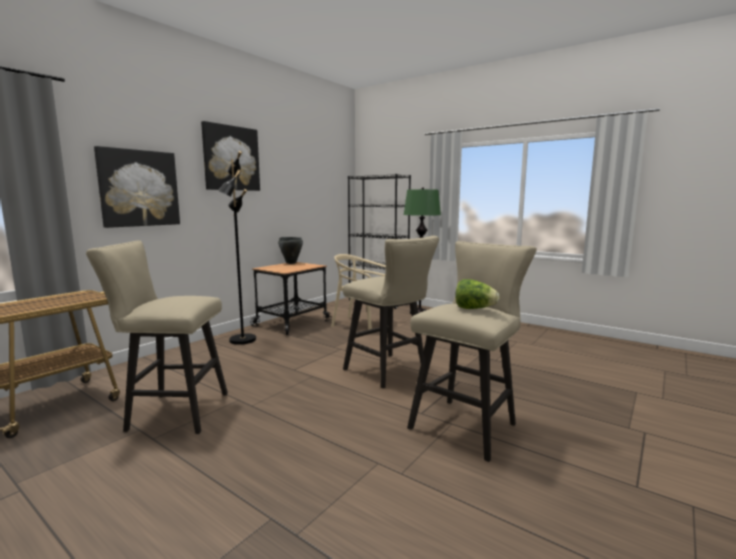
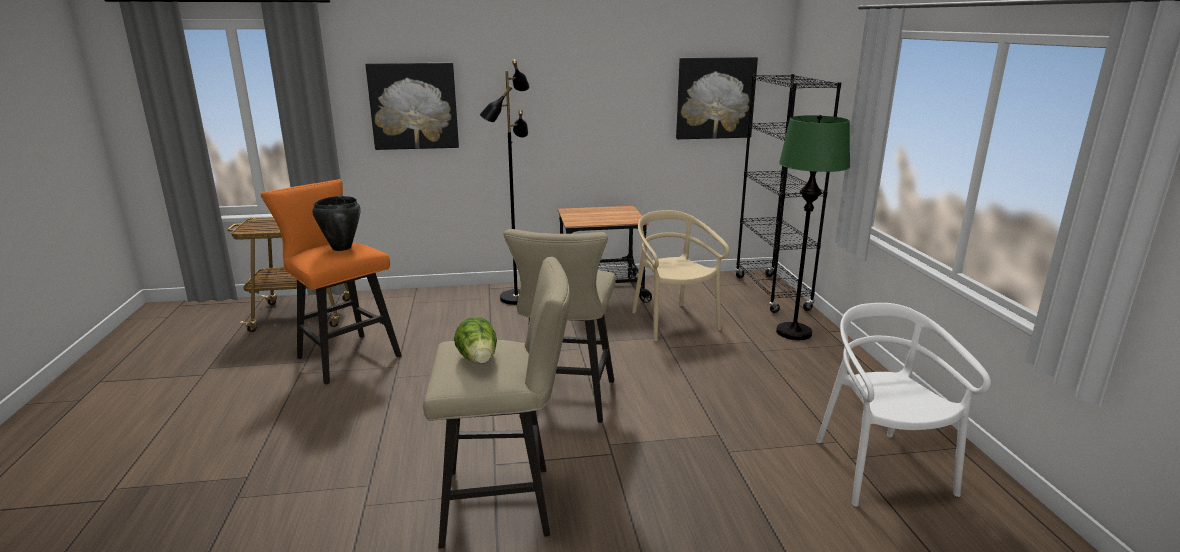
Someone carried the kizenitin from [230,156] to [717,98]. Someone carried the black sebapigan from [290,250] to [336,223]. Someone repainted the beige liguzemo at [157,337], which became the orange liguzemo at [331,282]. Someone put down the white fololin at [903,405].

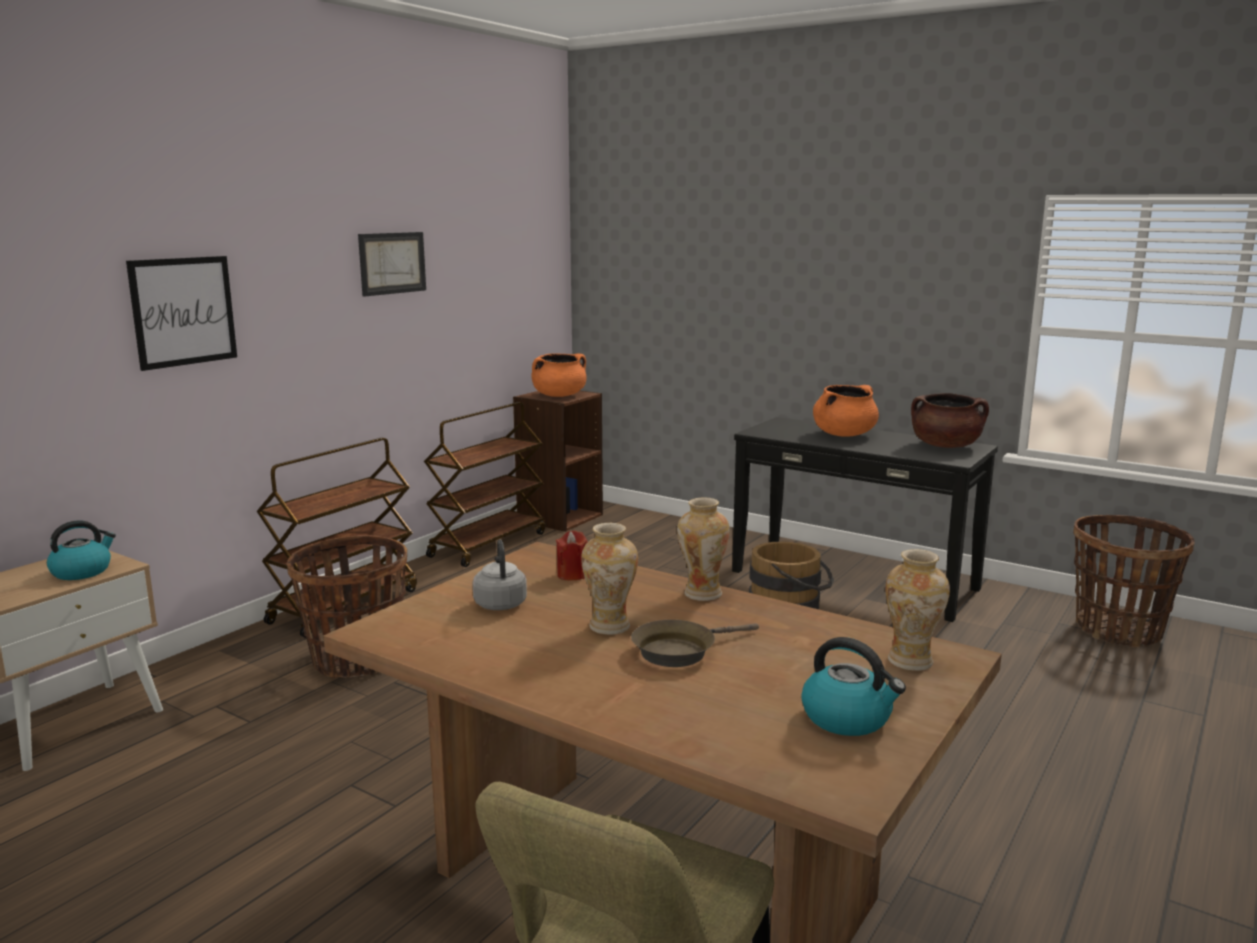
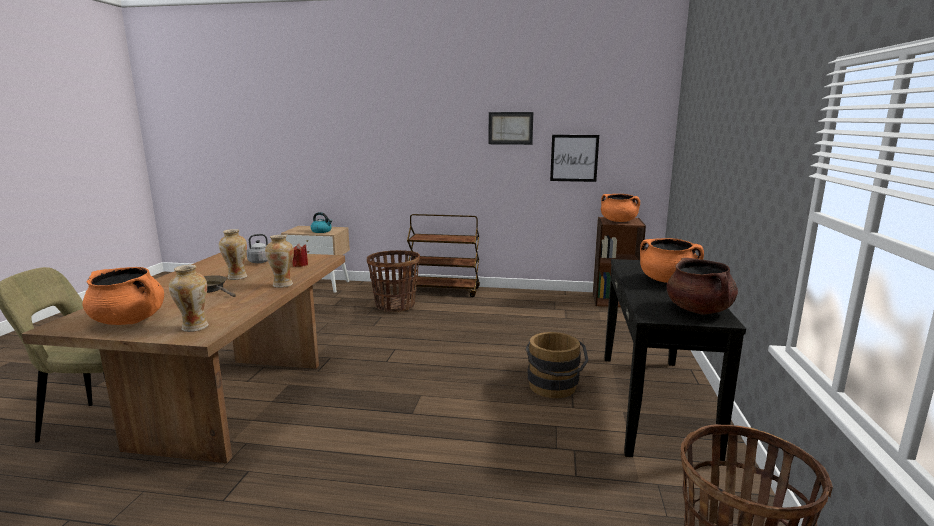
Someone carried the kizenitin from [181,313] to [574,158]. Someone took away the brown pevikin at [485,484]. Someone swapped the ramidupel at [853,686] for the orange sebapigan at [123,296].

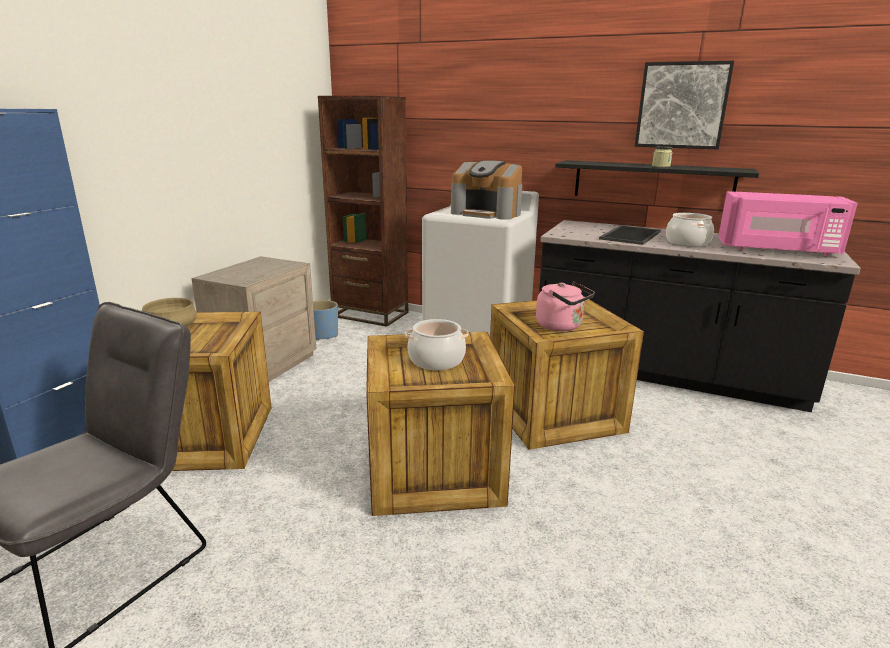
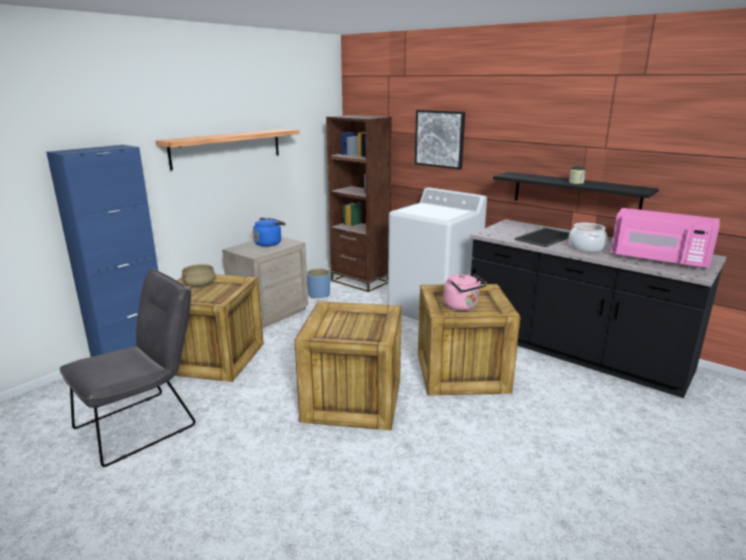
Someone carried the kizenitin from [684,105] to [440,140]. Someone took away the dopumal at [486,190]. Someone took away the sebapigan at [437,344]. Someone put up the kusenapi at [228,150]. Someone put down the blue ramidupel at [269,232].

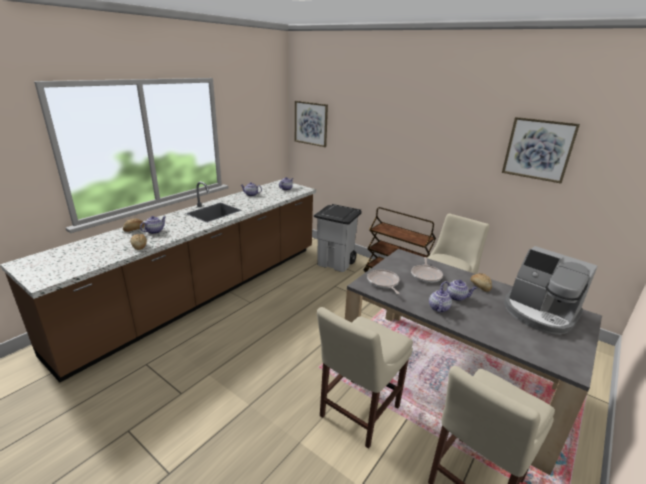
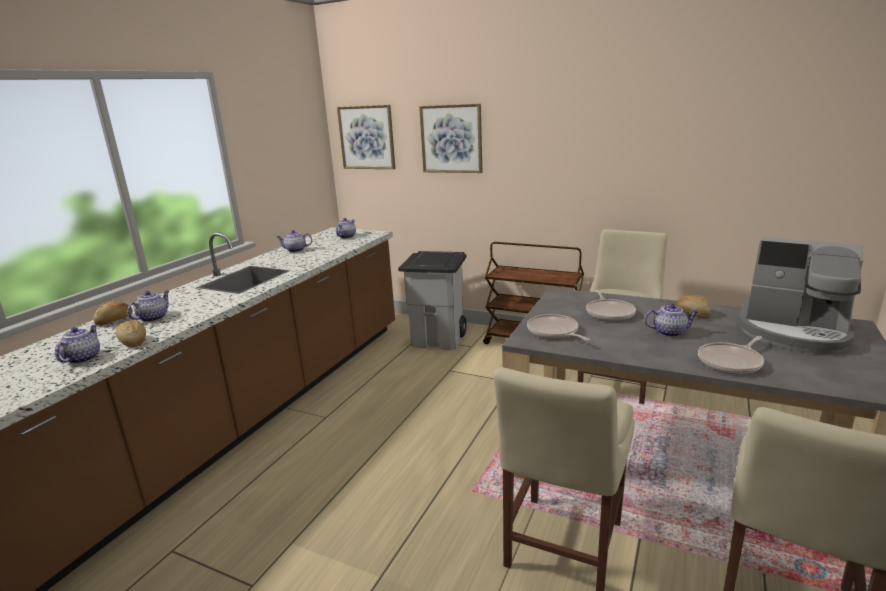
Someone carried the kizenitin from [541,150] to [450,138]. Someone carried the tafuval from [440,299] to [77,344]. Someone put down the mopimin at [731,355].

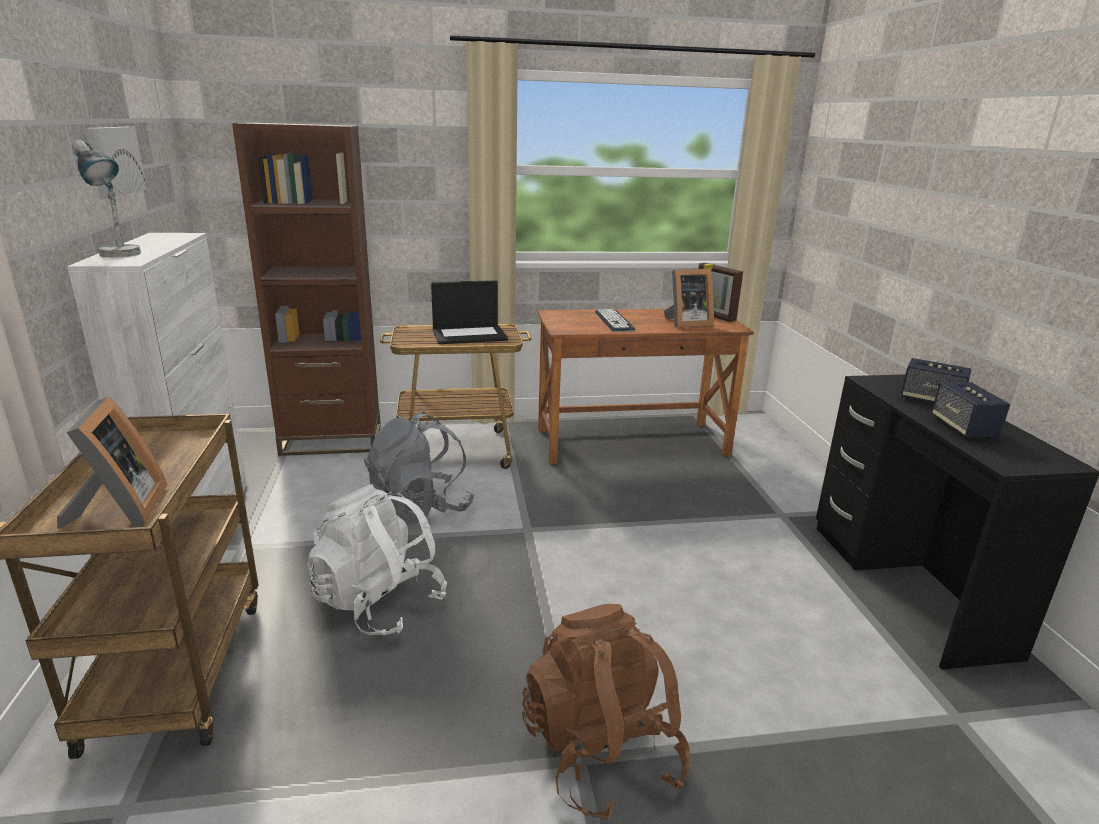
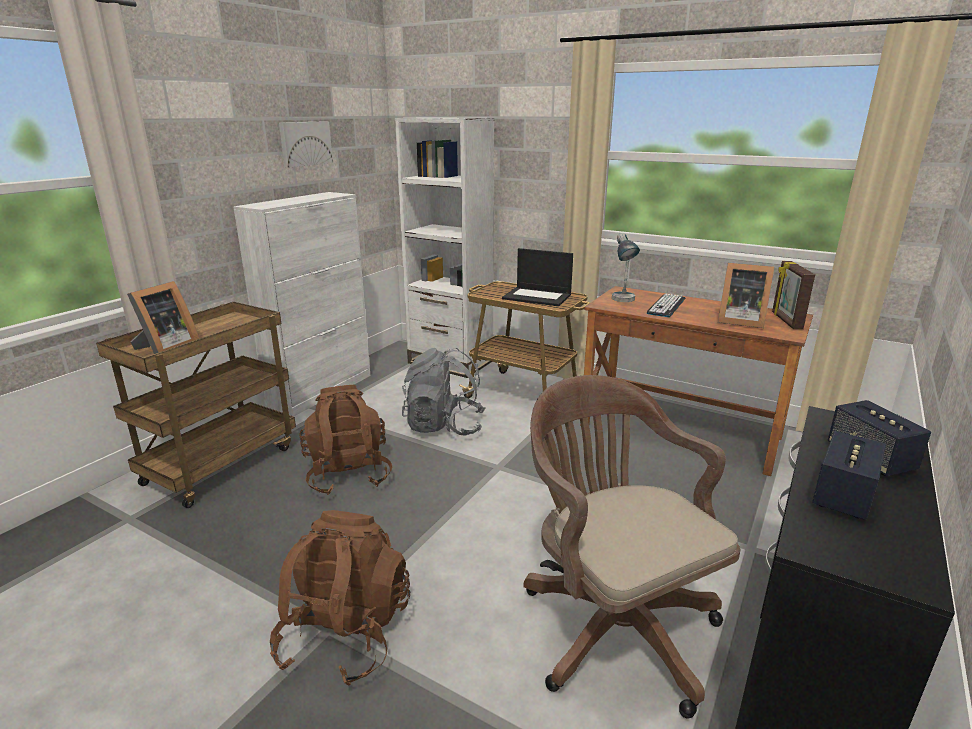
Someone repainted the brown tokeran at [306,289], which became the white tokeran at [444,247]. Someone carried the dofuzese from [106,199] to [626,267]. Someone repainted the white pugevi at [377,559], which became the brown pugevi at [345,440]. Someone put down the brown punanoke at [632,547].

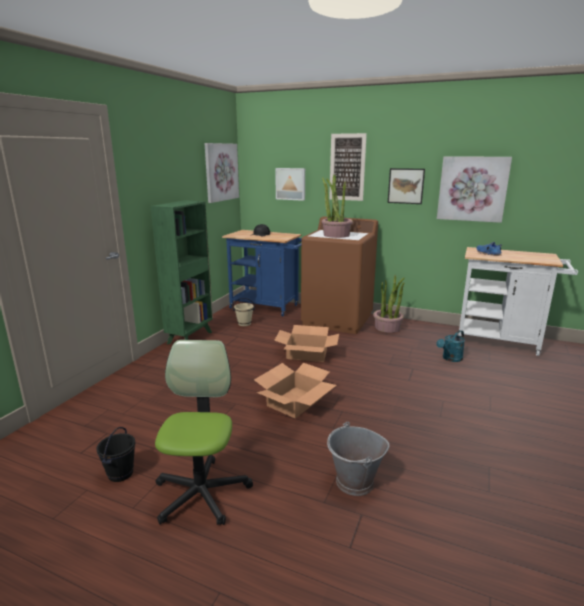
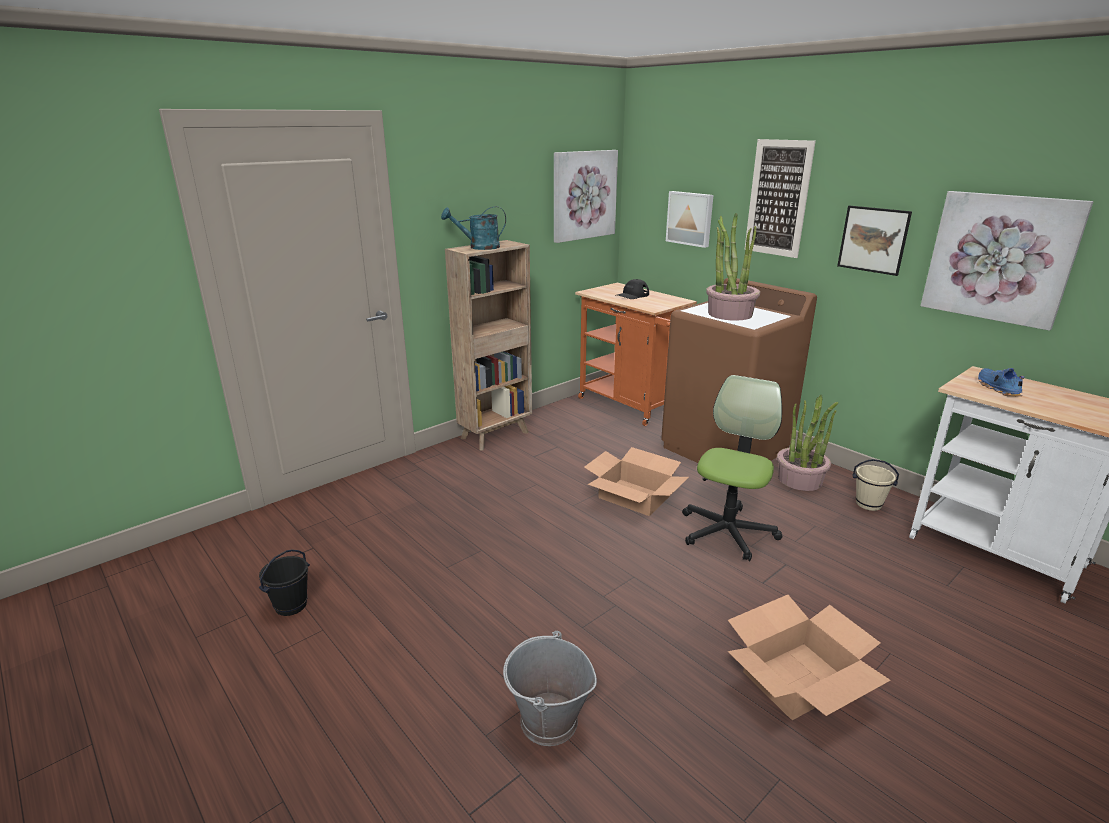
Someone repainted the green tokeran at [181,272], which became the brown tokeran at [488,345]. Someone repainted the blue pevikin at [262,273], which became the orange pevikin at [636,354]. Someone carried the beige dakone from [244,312] to [876,485]. Someone carried the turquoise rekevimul from [450,346] to [473,228]. Someone carried the punanoke from [204,432] to [732,468]. Someone carried the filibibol from [295,391] to [809,657].

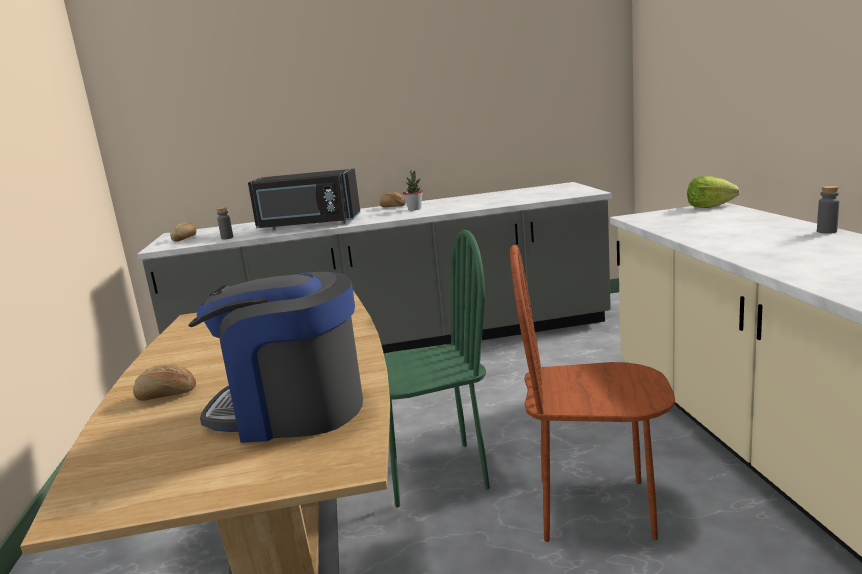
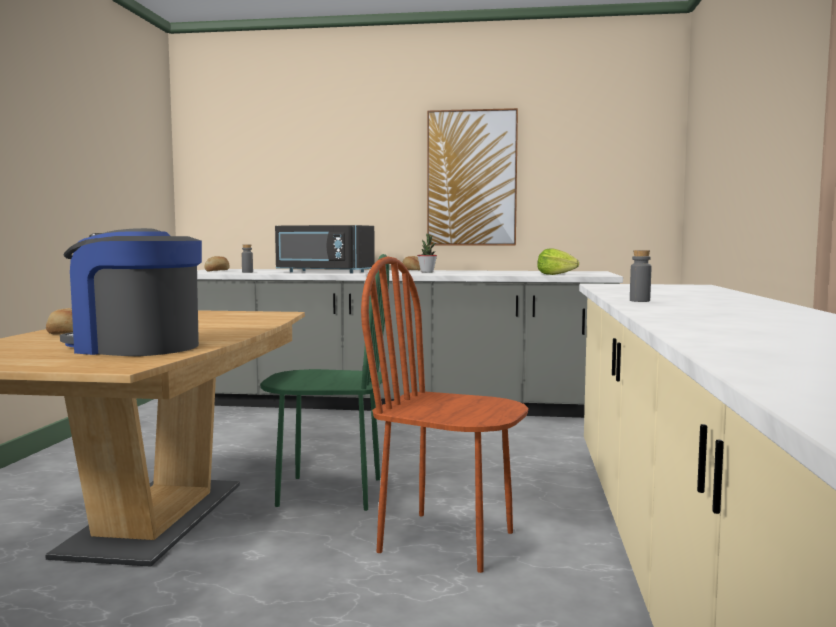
Someone carried the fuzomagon from [713,192] to [558,262]. Someone carried the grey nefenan from [828,210] to [640,276]. Someone put up the kizenitin at [472,177].

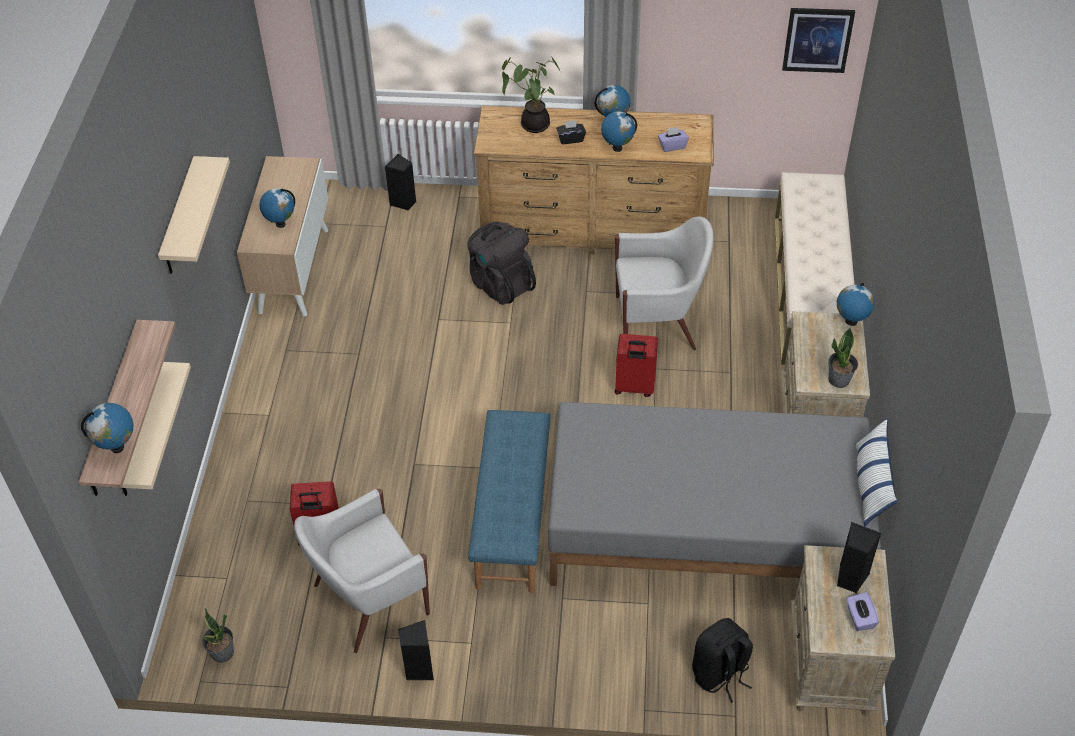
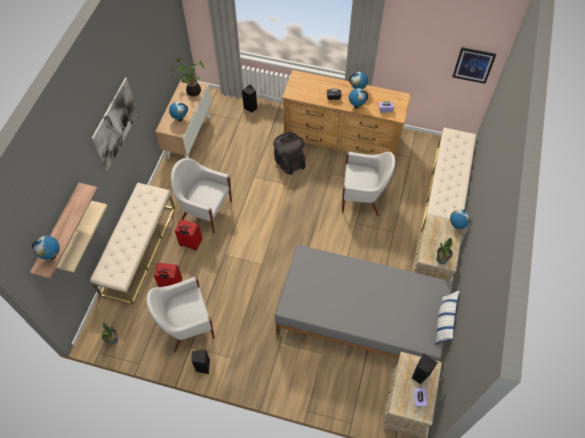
Someone carried the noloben from [531,94] to [187,77]. Someone swapped the beige kusenapi at [194,215] for the kizenitin at [115,124]. Someone carried the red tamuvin from [636,365] to [188,235]. Someone took away the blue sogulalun at [509,501]. Someone took away the black pugevi at [722,660]. Someone put down the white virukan at [201,196]. Someone put down the beige sogulalun at [132,244].

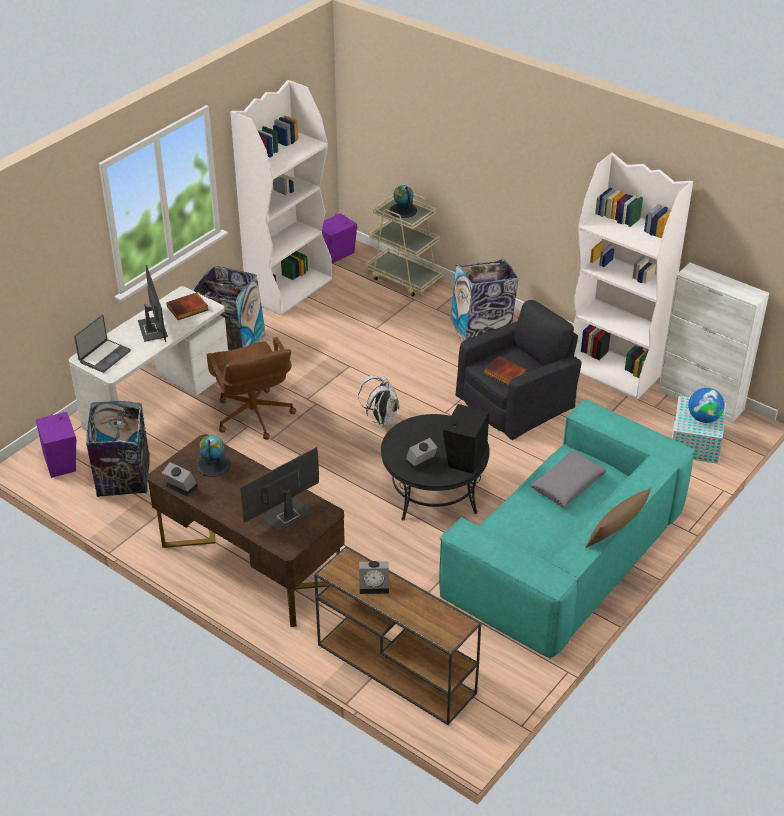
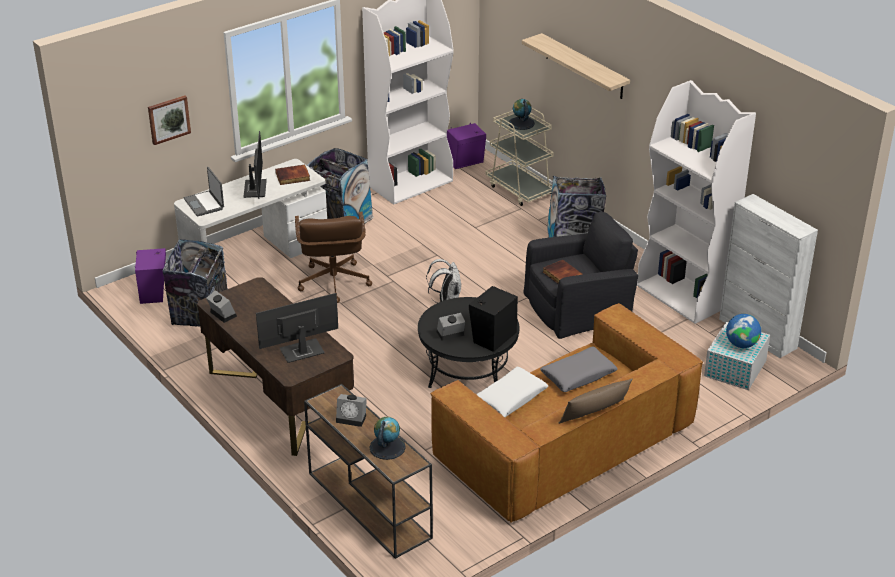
Someone rotated the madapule at [102,344] by 105 degrees clockwise. Someone repainted the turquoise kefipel at [567,529], which became the brown kefipel at [566,413]. Someone carried the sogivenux from [213,456] to [387,438]. Someone put up the kusenapi at [576,66]. Someone put up the kizenitin at [169,120]. Someone put down the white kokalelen at [512,392].

